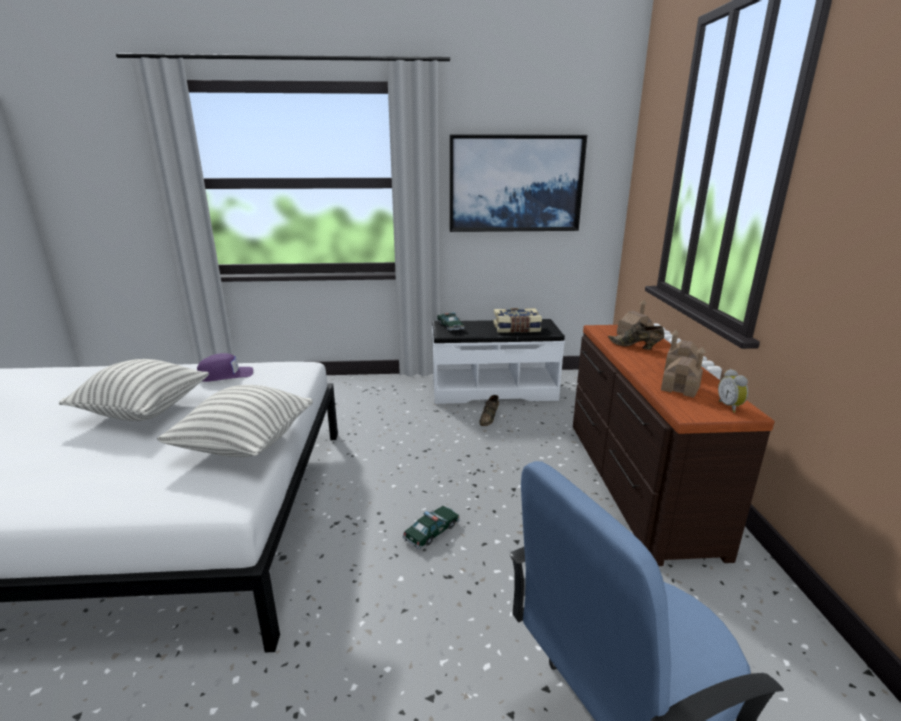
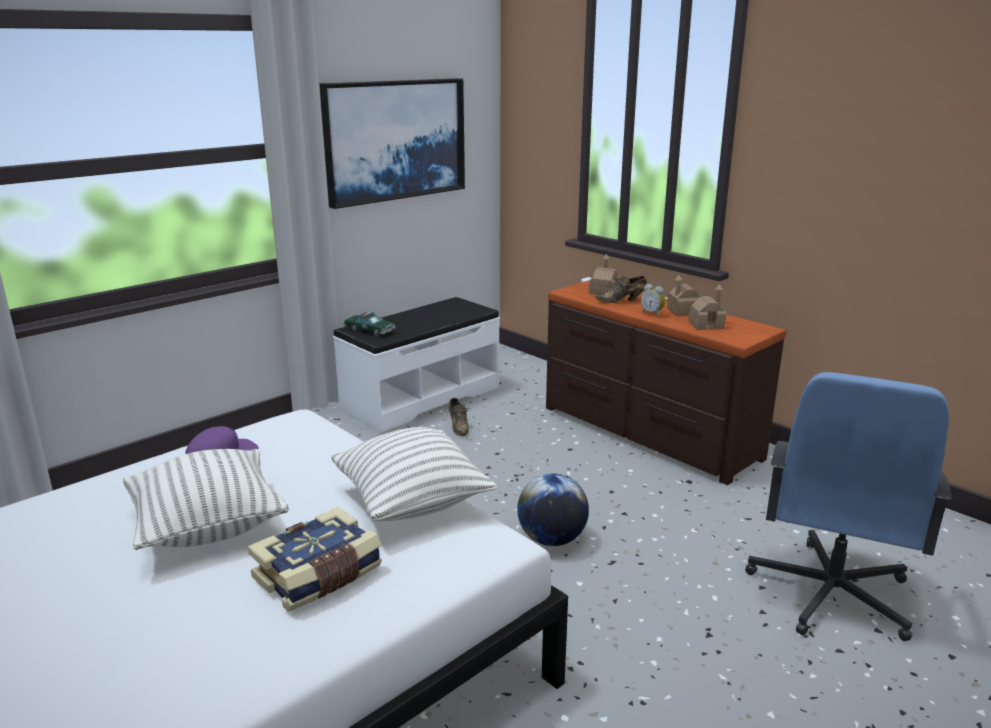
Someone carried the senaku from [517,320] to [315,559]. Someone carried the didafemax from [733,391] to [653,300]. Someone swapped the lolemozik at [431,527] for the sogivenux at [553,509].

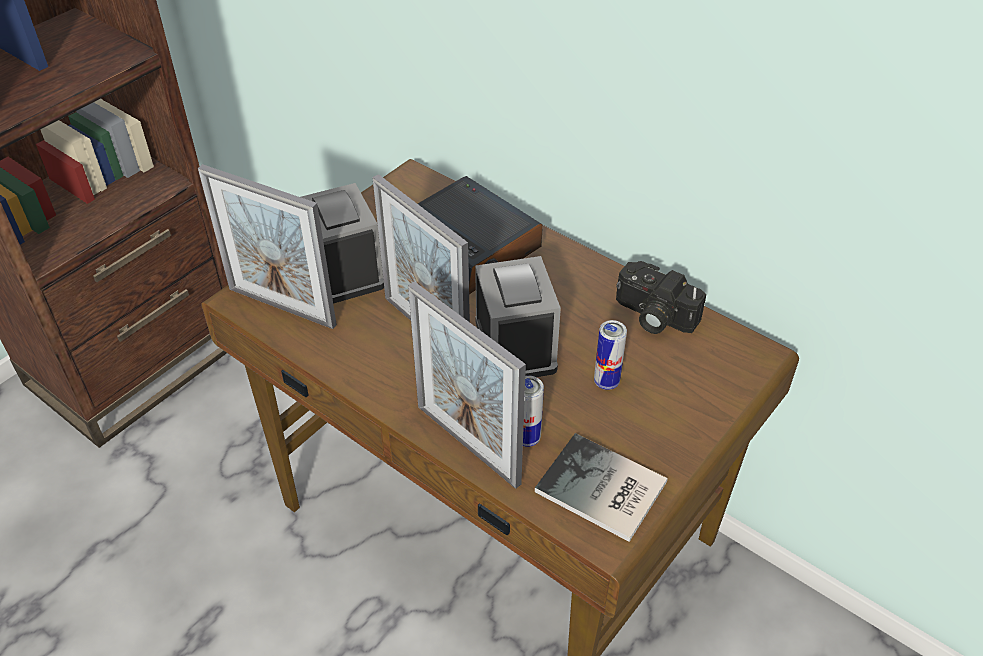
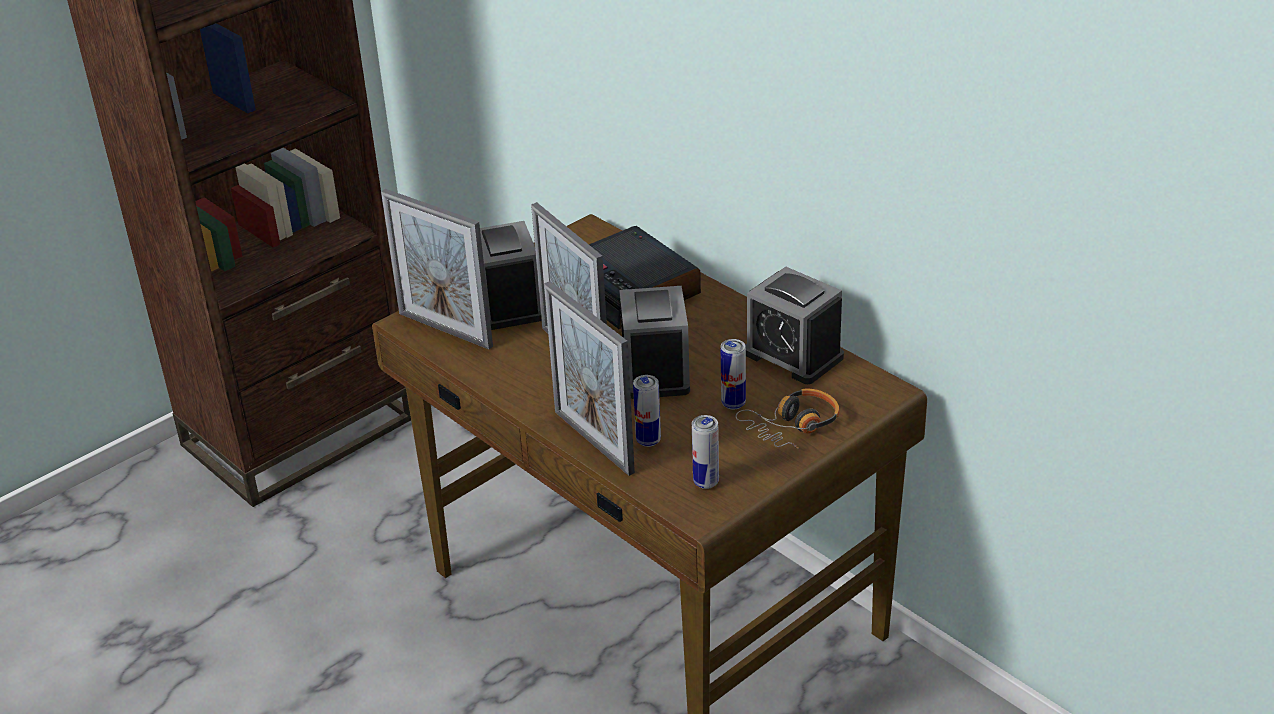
Someone swapped the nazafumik at [661,297] for the didafemax at [794,325]. Someone swapped the senaku at [601,487] for the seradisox at [705,452]. Someone put down the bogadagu at [787,419].

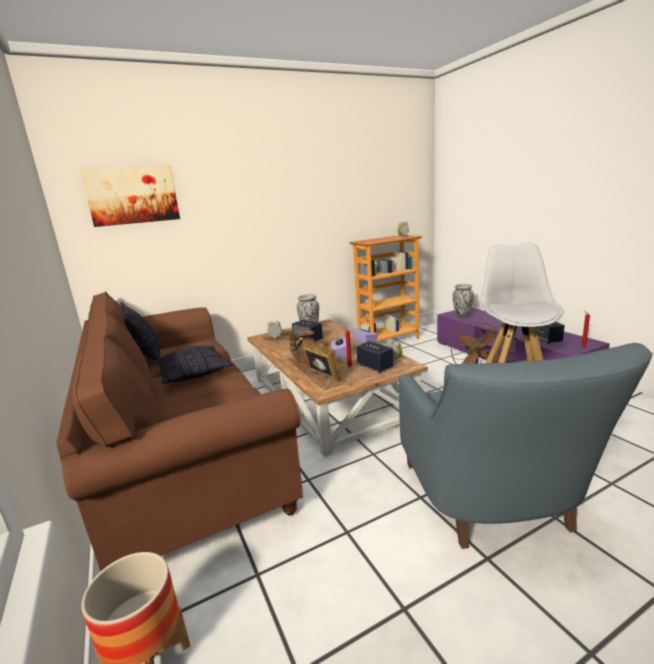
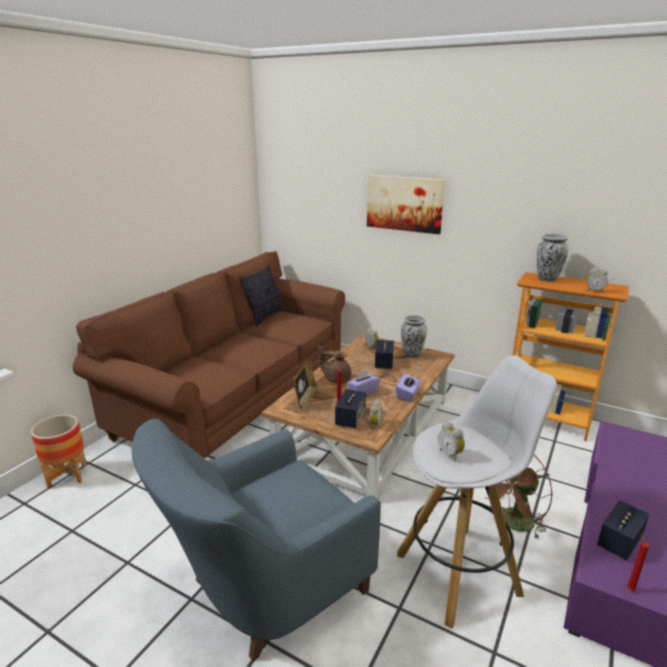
Someone carried the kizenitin from [130,196] to [406,204]. Someone carried the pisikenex from [463,301] to [553,258]. Someone took away the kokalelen at [192,364]. Someone put down the didafemax at [451,441].

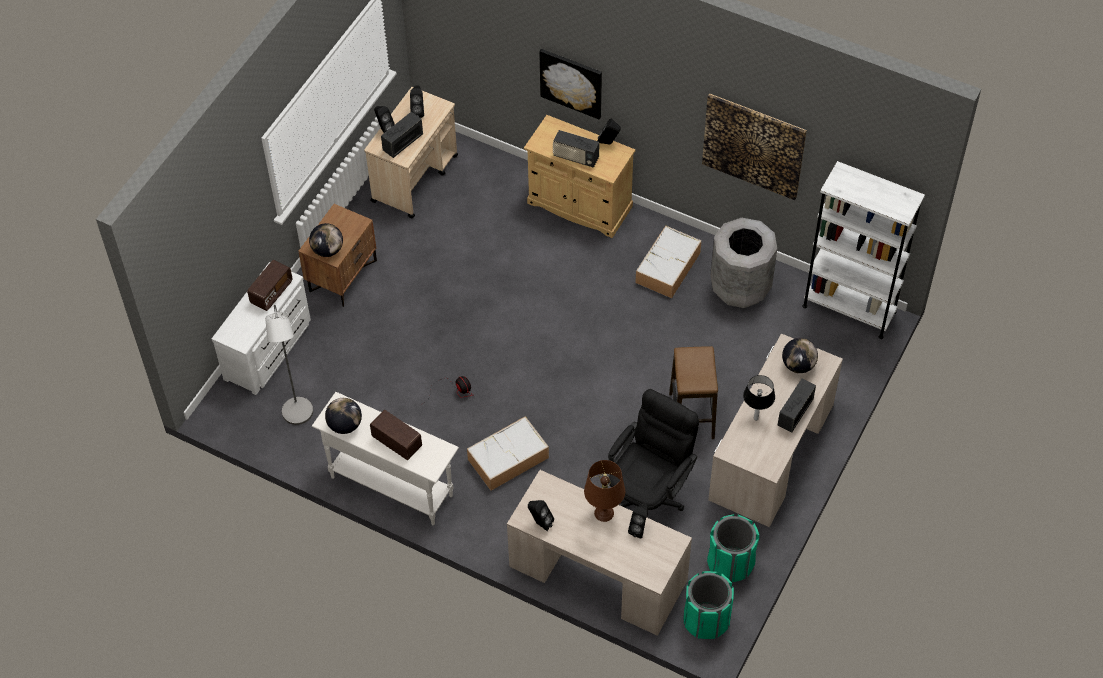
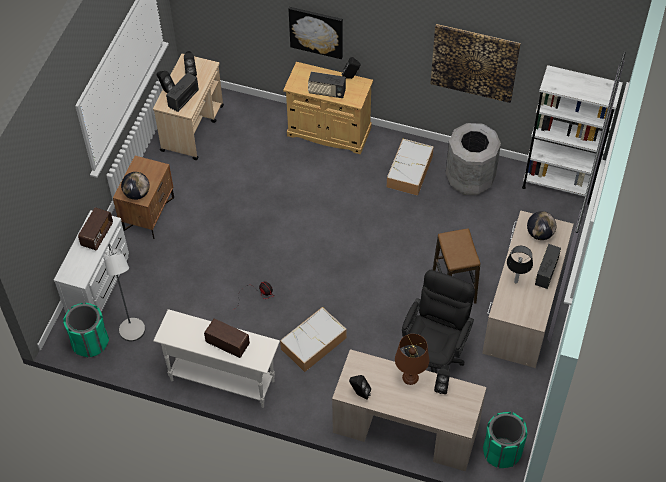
Someone took away the sogivenux at [343,416]. Someone carried the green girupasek from [733,548] to [86,330].

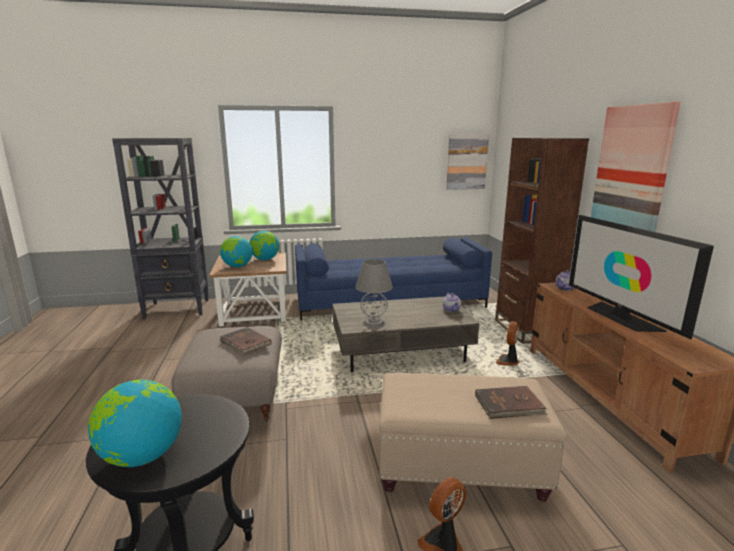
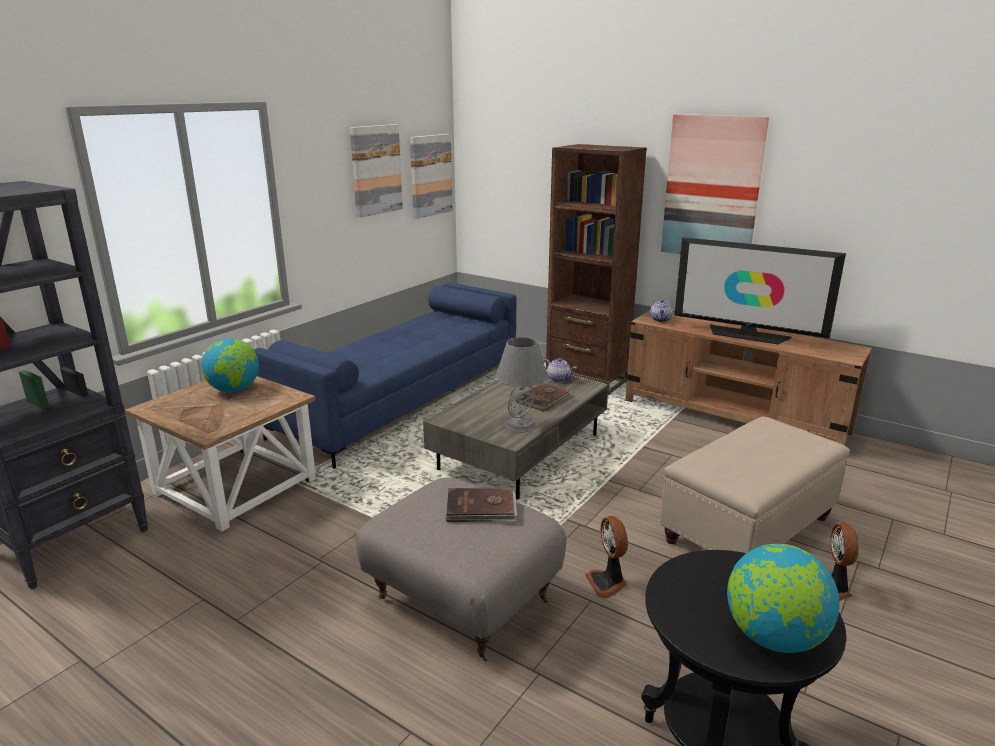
Someone took away the sogivenux at [236,251]. Someone carried the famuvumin from [508,343] to [606,557]. Someone carried the brown senaku from [512,402] to [544,397]. Someone put up the kizenitin at [376,171].

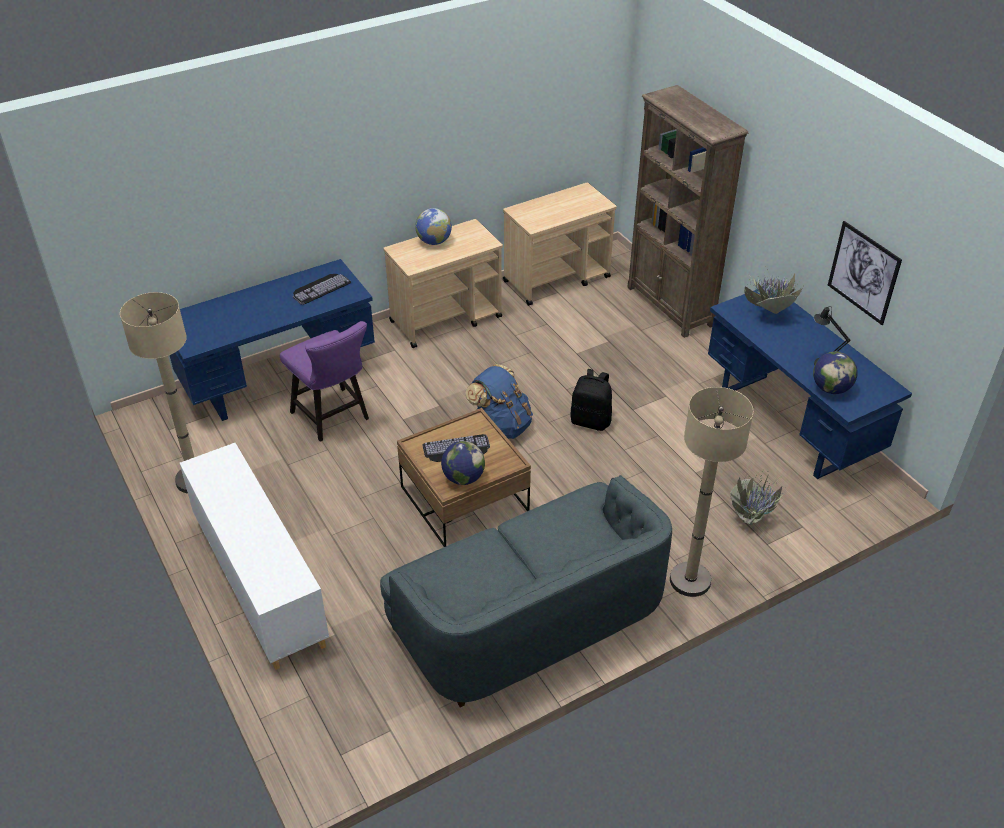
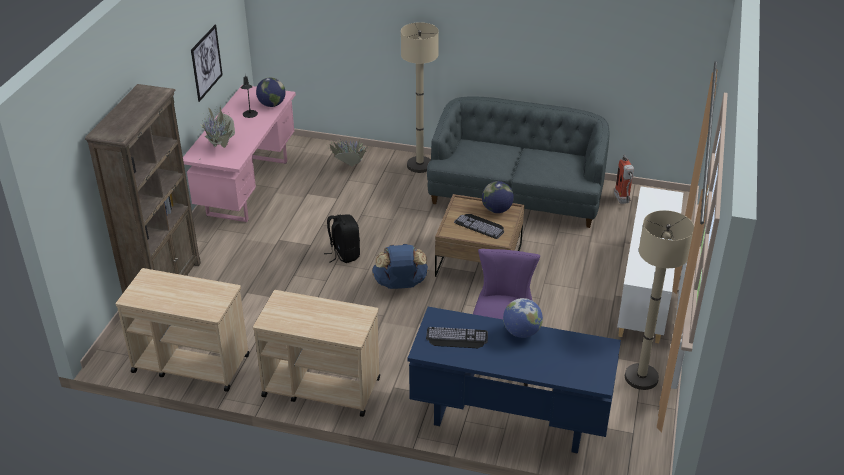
Someone carried the sogivenux from [433,226] to [523,318]. Someone repainted the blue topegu at [810,383], which became the pink topegu at [239,154]. Someone put down the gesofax at [624,179].

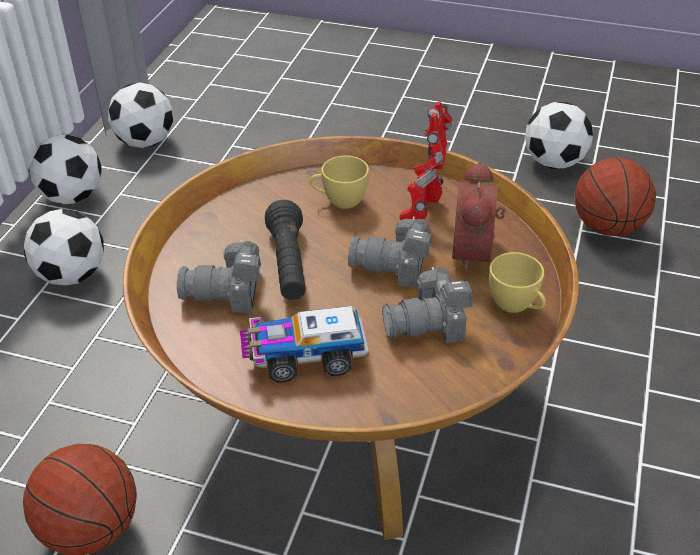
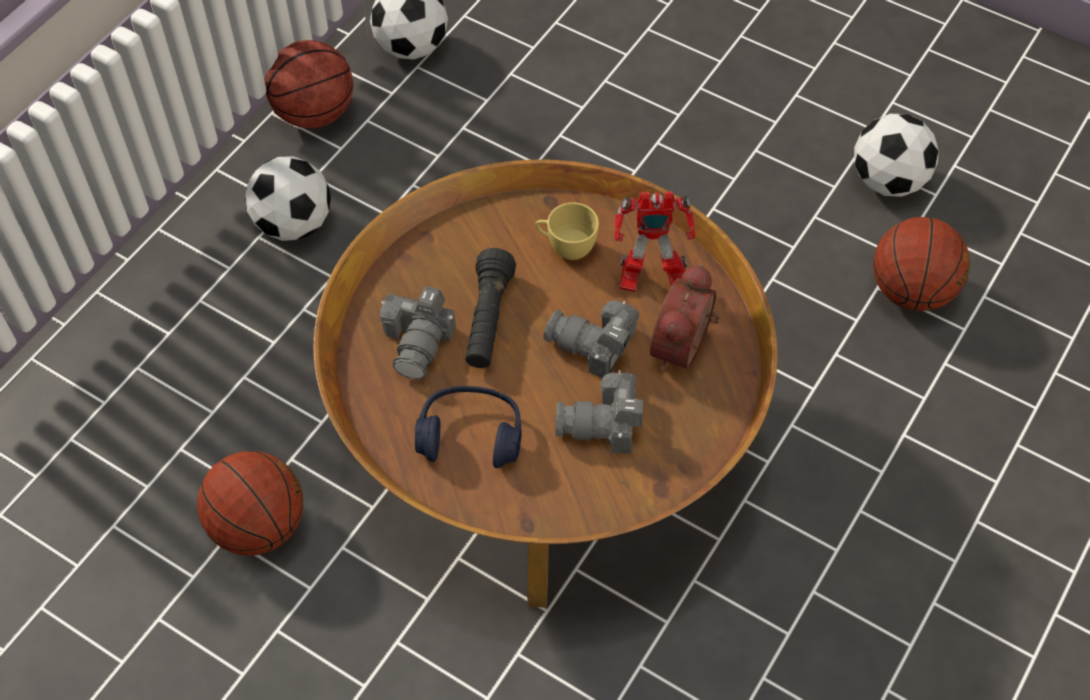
Someone rotated the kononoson at [426,160] by 120 degrees counterclockwise. Someone swapped the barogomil at [65,169] for the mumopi at [309,84]. Someone rotated the nazafumik at [219,276] by 90 degrees counterclockwise. Someone took away the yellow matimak at [517,282]. Someone swapped the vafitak at [304,344] for the blue bogadagu at [468,427].

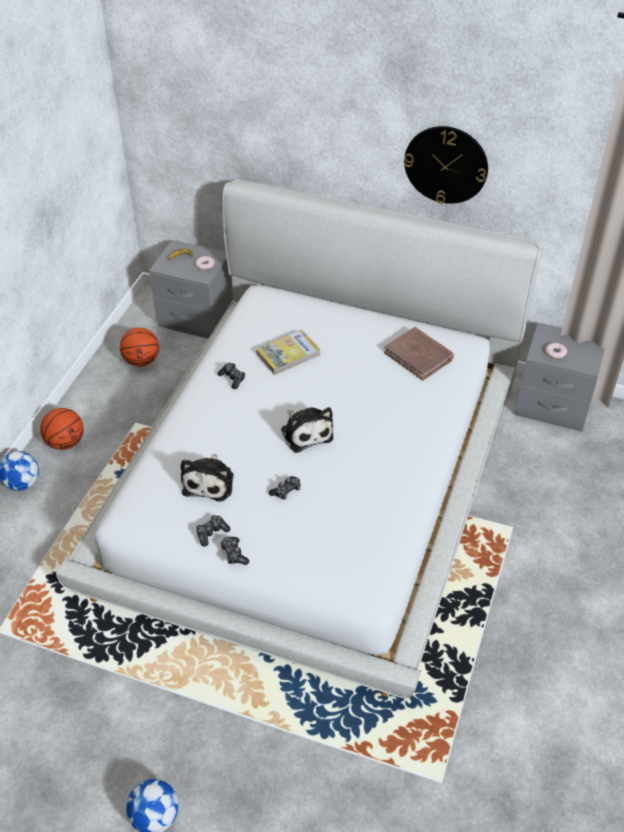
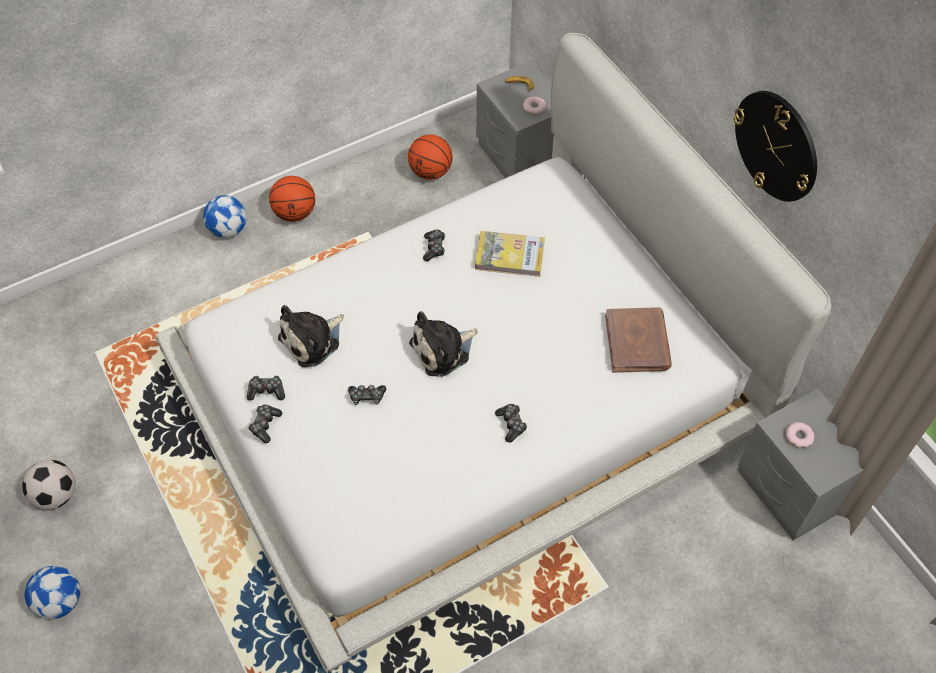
Someone rotated the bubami at [307,430] by 45 degrees clockwise. Someone put down the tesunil at [511,423]. Someone put down the barogomil at [48,485].

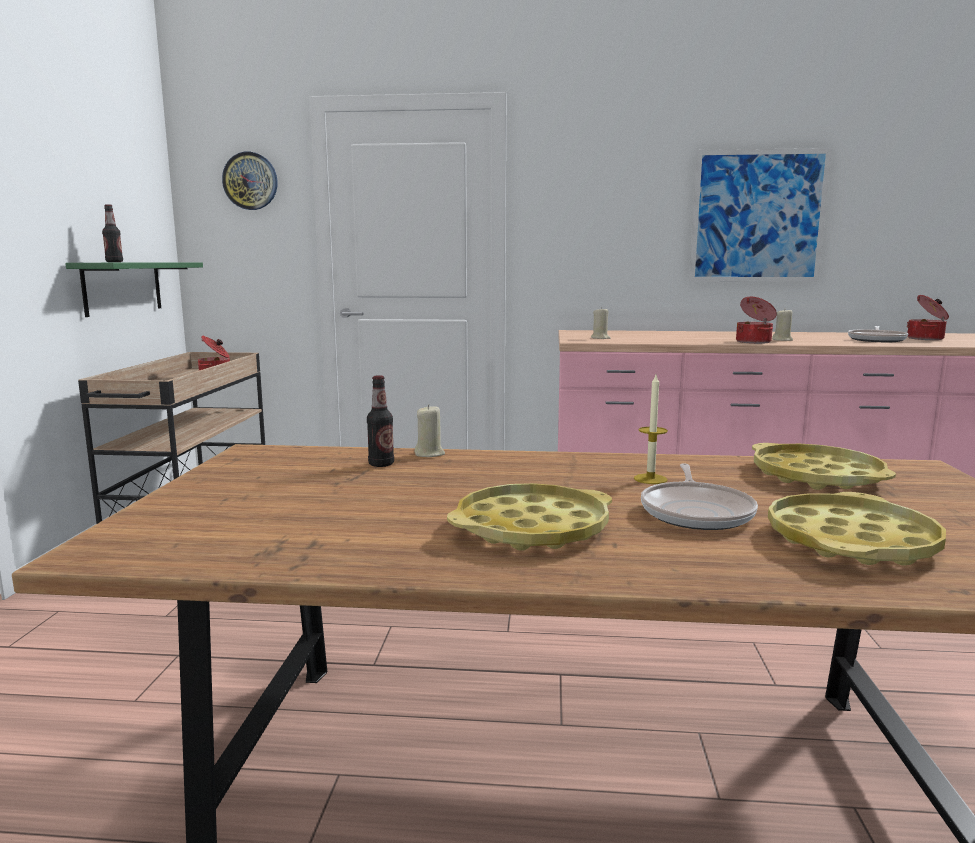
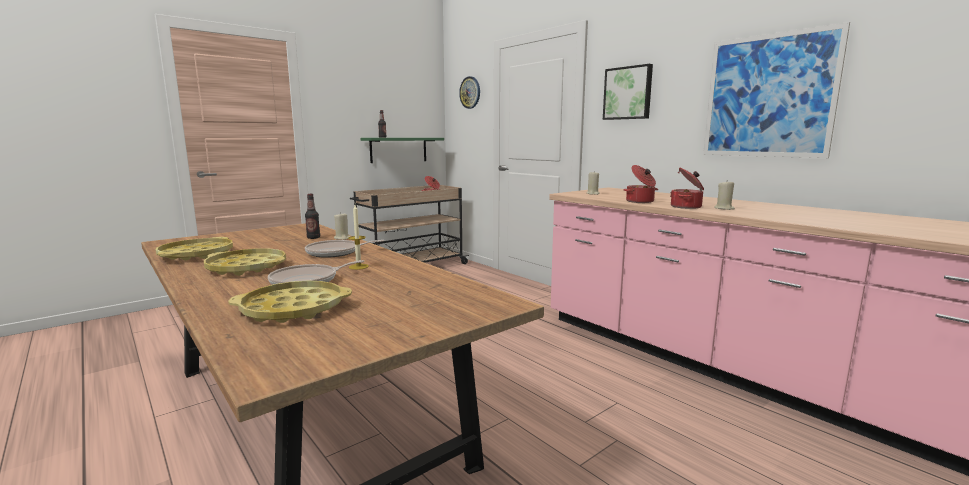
Someone carried the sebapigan from [928,317] to [641,184]. Someone carried the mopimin from [878,334] to [344,249]. Someone carried the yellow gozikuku from [824,466] to [194,248]. Someone put up the kizenitin at [628,92].

